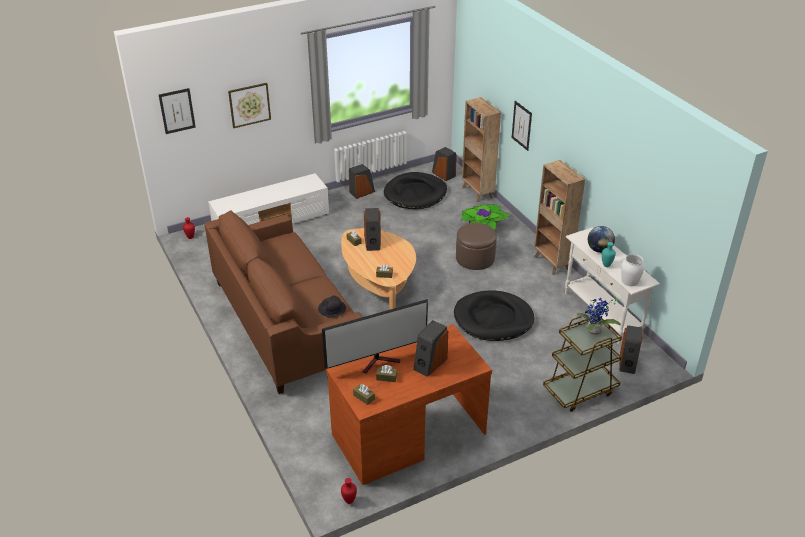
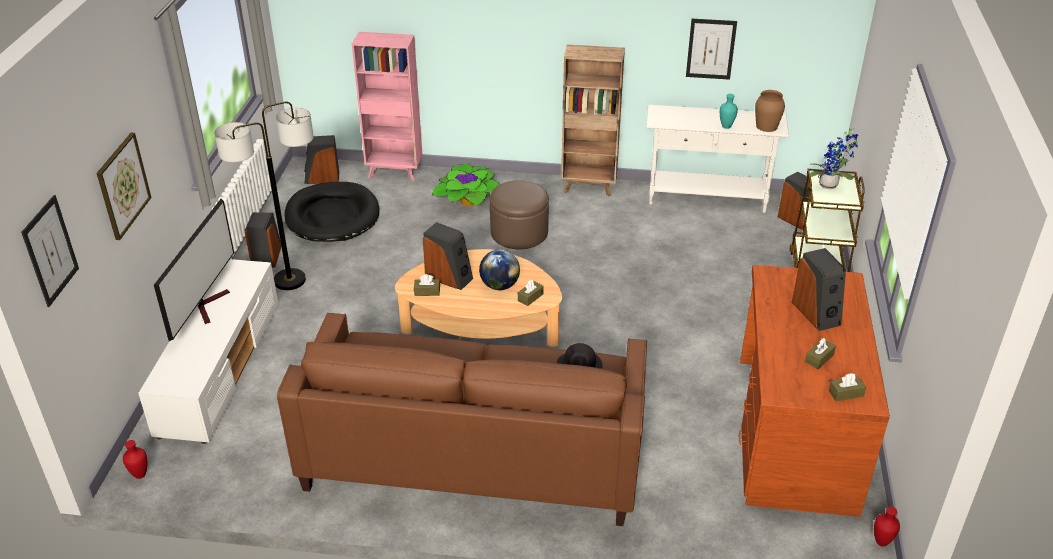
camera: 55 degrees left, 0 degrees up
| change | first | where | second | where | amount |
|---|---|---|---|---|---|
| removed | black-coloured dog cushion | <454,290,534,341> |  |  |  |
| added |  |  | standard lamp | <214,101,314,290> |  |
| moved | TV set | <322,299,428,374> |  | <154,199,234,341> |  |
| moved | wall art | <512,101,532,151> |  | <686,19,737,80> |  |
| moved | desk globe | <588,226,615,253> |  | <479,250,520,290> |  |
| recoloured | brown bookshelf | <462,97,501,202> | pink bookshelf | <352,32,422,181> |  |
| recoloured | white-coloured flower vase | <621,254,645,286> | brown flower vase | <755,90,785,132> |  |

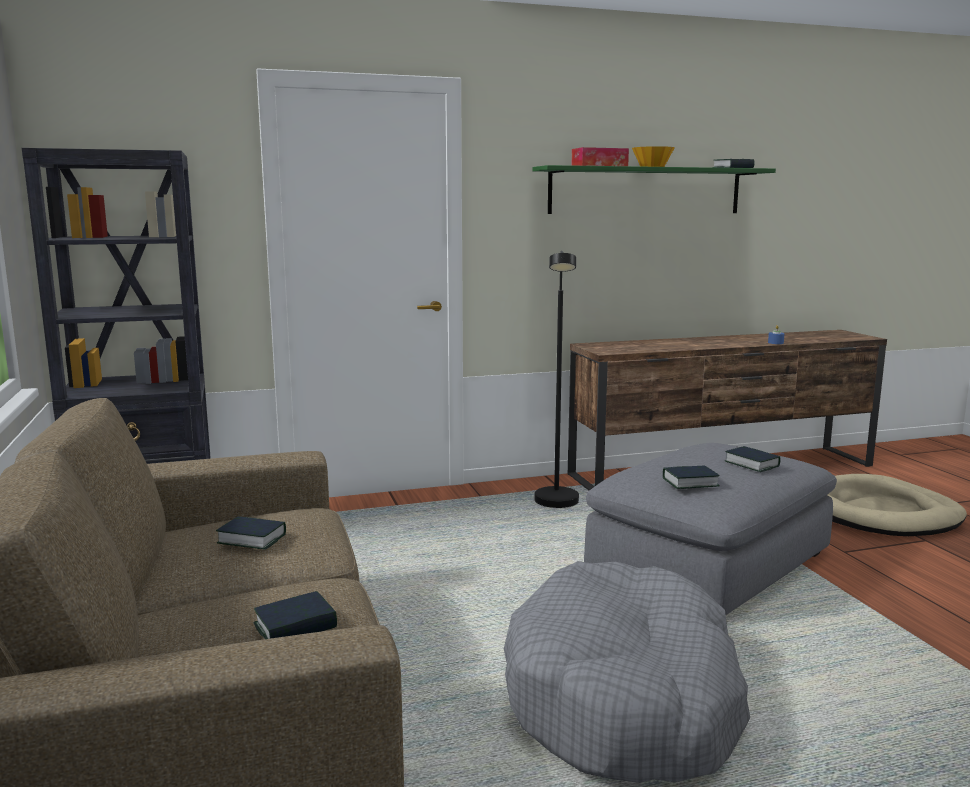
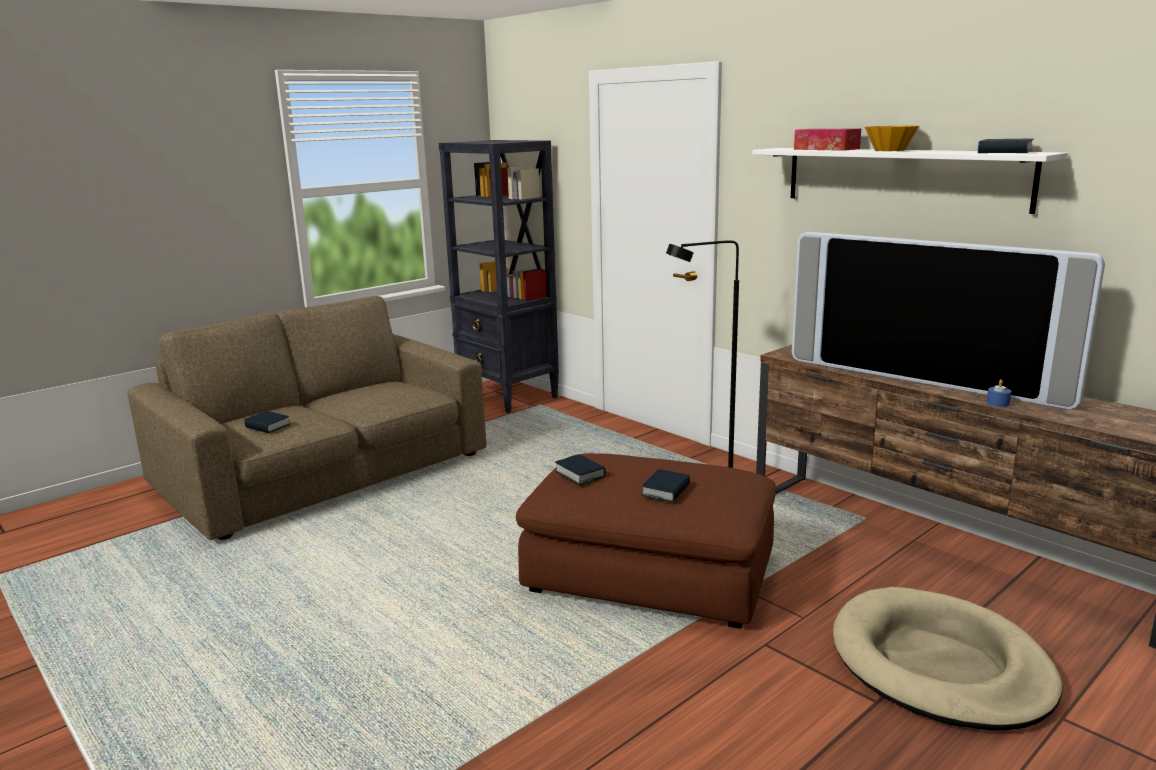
camera: 65 degrees right, 5 degrees up
| change | first | where | second | where | amount |
|---|---|---|---|---|---|
| removed | volume | <216,516,286,550> |  |  |  |
| removed | grey dog cushion | <504,561,750,783> |  |  |  |
| added |  |  | TV set | <792,232,1105,410> |  |
| recoloured | green-coloured shelf | <532,165,776,214> | white-coloured shelf | <752,148,1068,214> |  |
| recoloured | grey pouffe | <584,443,837,615> | brown pouffe | <516,453,776,629> |  |

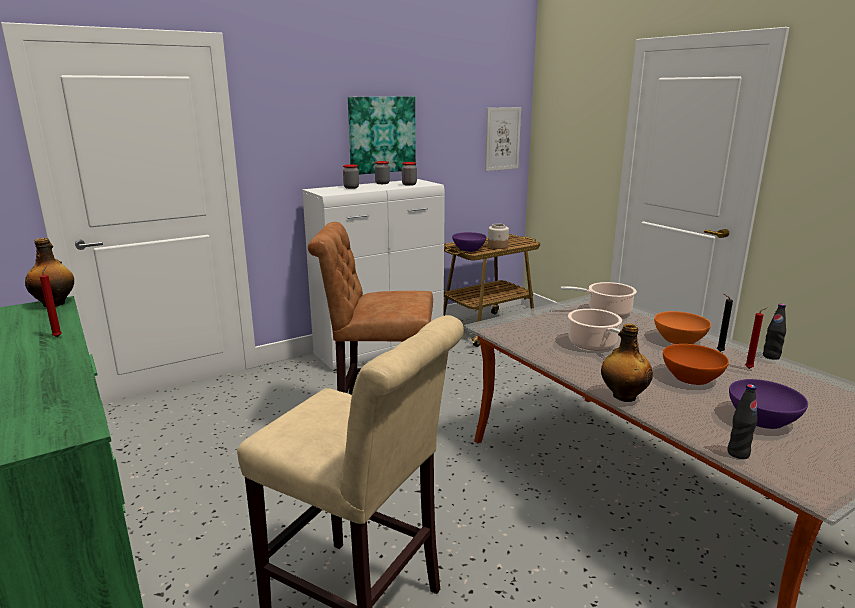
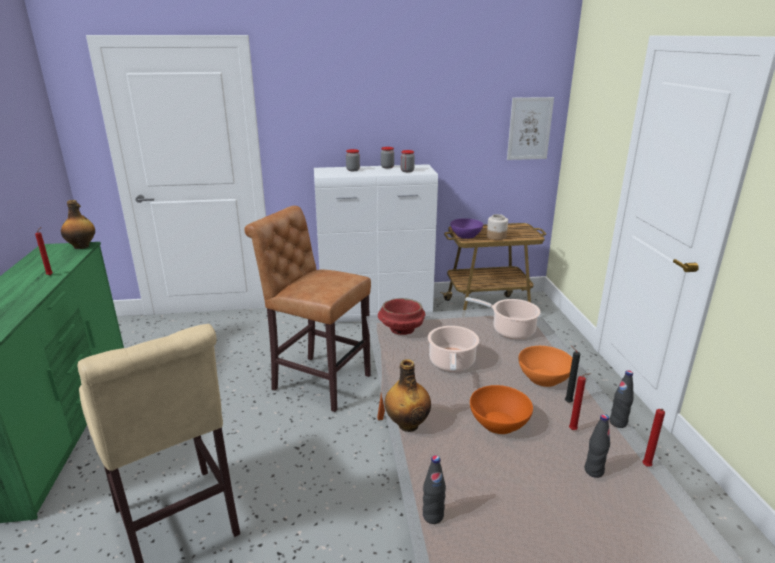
camera: 25 degrees right, 5 degrees up
| change | first | where | second | where | amount |
|---|---|---|---|---|---|
| removed | wall art | <348,96,416,175> |  |  |  |
| removed | purplish serving bowl | <729,379,808,429> |  |  |  |
| added |  |  | reddish serving bowl | <378,298,425,335> |  |
| added |  |  | black-coloured beverage bottle | <585,414,610,478> |  |
| added |  |  | reddish wax light | <642,409,665,466> |  |

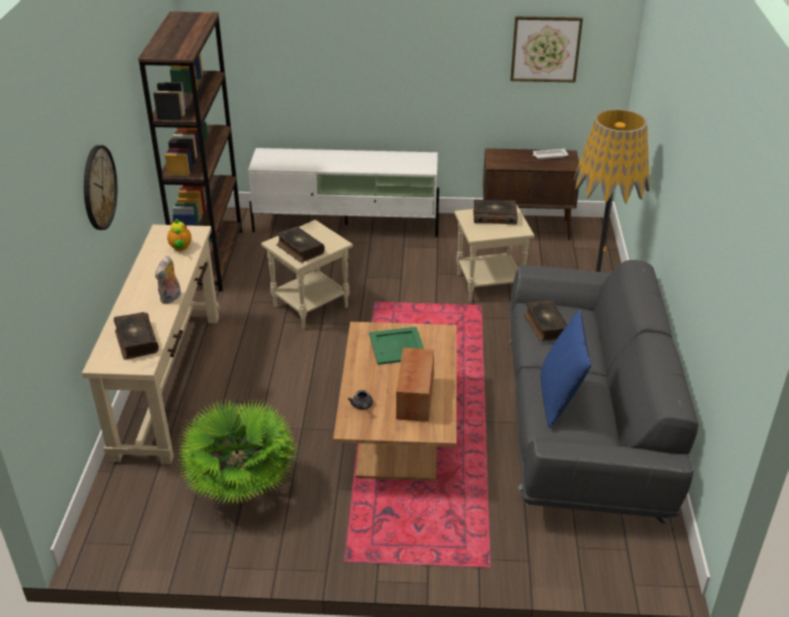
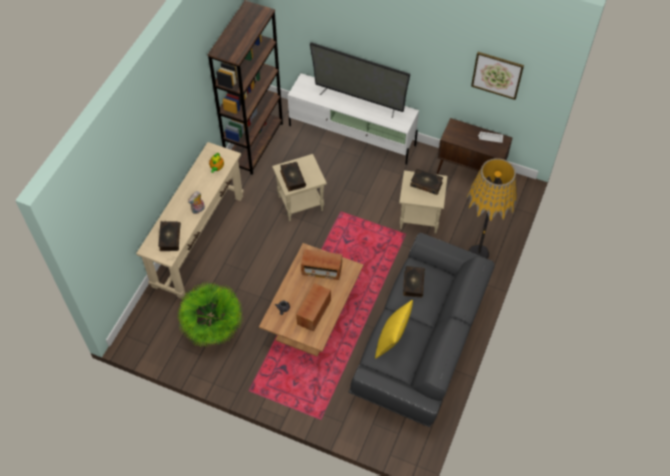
camera: 20 degrees right, 20 degrees up
| change | first | where | second | where | amount |
|---|---|---|---|---|---|
| removed | clock on the wall | <84,145,117,230> |  |  |  |
| added |  |  | TV set | <310,42,411,118> |  |
| replaced | green-coloured serving tray | <369,327,424,365> | radio | <301,249,342,280> |  |
| recoloured | blue-coloured throw pillow | <540,310,591,428> | yellow-coloured throw pillow | <375,300,413,359> |  |

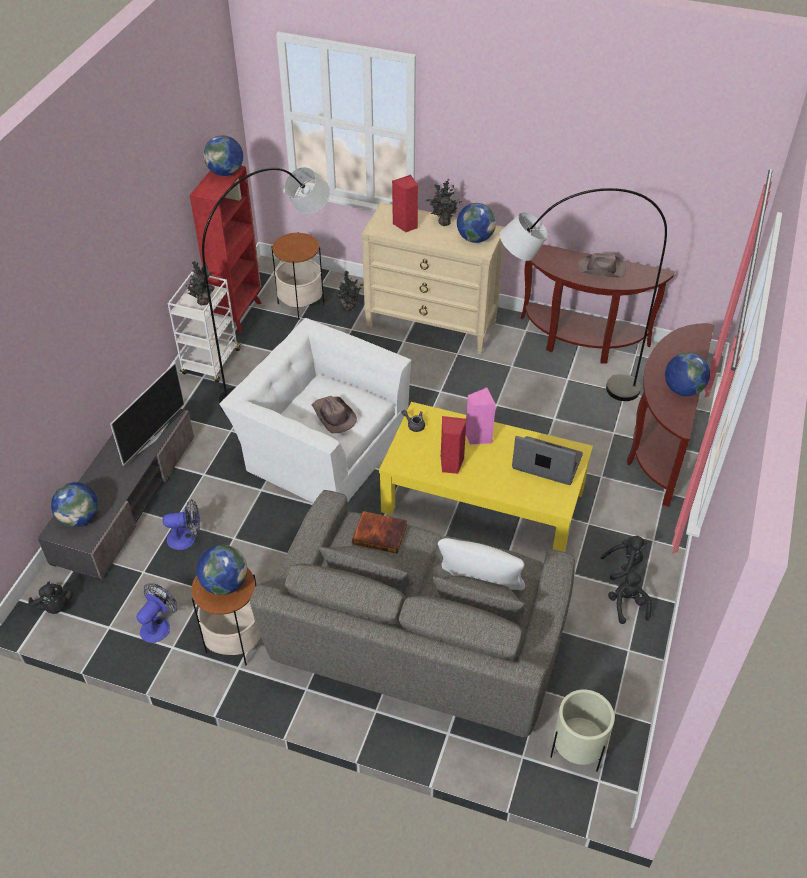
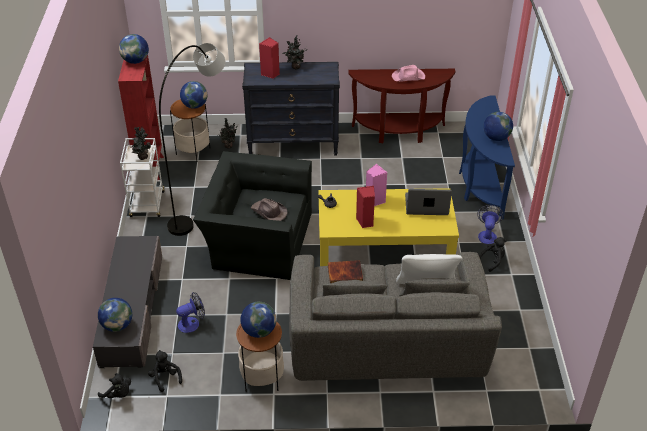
camera: 20 degrees left, 5 degrees down
| change | first | where | second | where | amount |
|---|---|---|---|---|---|
| removed | TV set | <110,362,185,466> |  |  |  |
| removed | grey standard lamp | <500,188,667,401> |  |  |  |
| removed | sand-coloured flower pot | <550,690,615,772> |  |  |  |
| moved | cooling fan | <137,583,177,643> |  | <477,205,504,244> |  |
| moved | desk globe | <457,203,496,243> |  | <180,81,207,109> |  |
| moved | black-coloured plush toy | <608,569,652,624> |  | <148,350,182,392> |  |
| recoloured | white-coloured armchair | <220,318,411,503> | black-coloured armchair | <193,151,312,280> |  |
| recoloured | sand-coloured drawer chest | <361,202,504,354> | black-coloured drawer chest | <242,62,340,156> |  |
| recoloured | brown clothing hat | <577,253,626,278> | pink clothing hat | <392,65,425,81> |  |
| recoloured | brown console table | <627,323,714,507> | blue-coloured console table | <459,95,515,219> |  |

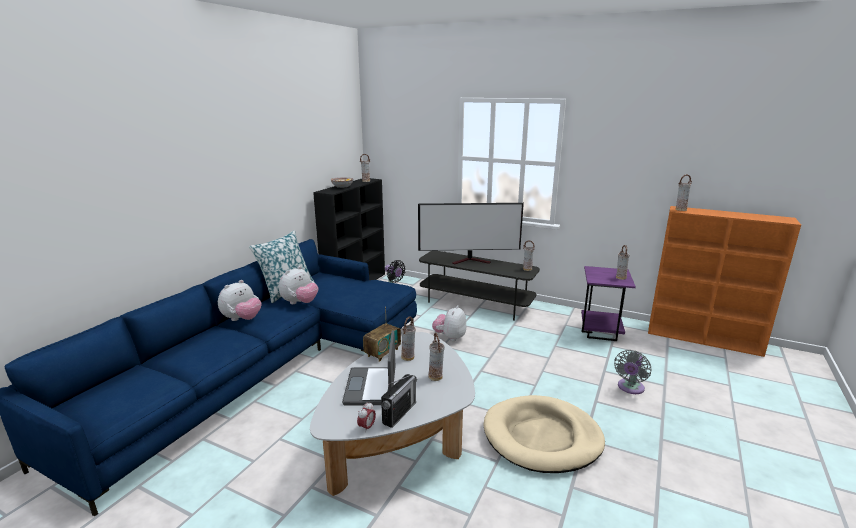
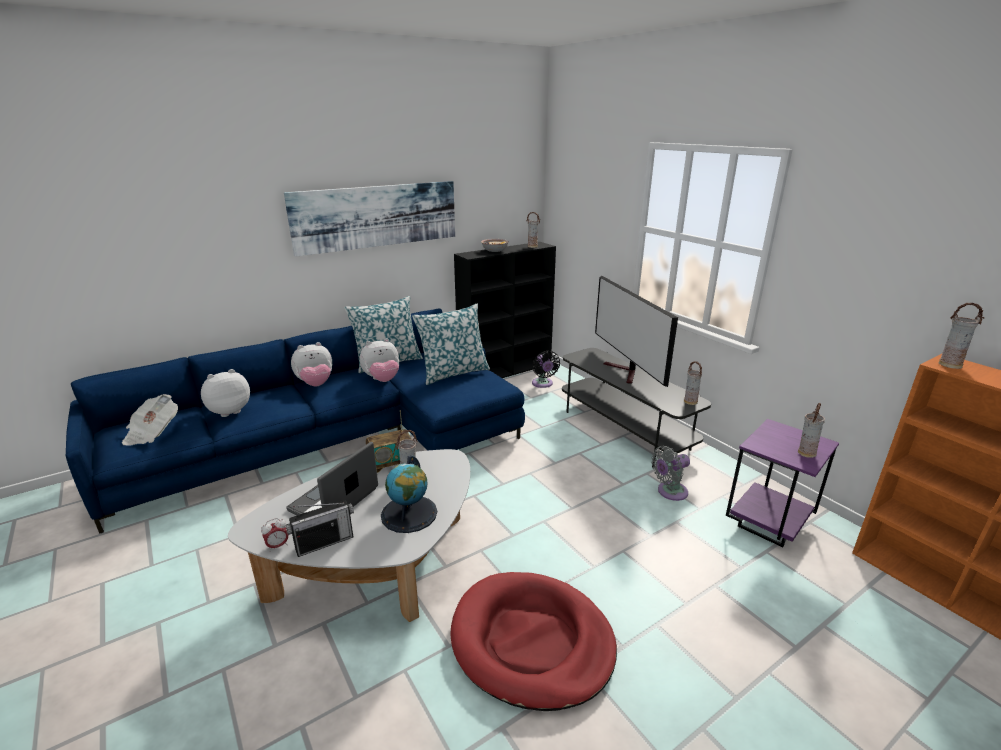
camera: 30 degrees right, 5 degrees up
| change | first | where | second | where | amount |
|---|---|---|---|---|---|
| added |  |  | daily paper | <122,394,178,446> |  |
| added |  |  | wall art | <284,181,455,257> |  |
| added |  |  | throw pillow | <412,303,490,385> |  |
| moved | plush toy | <432,305,466,341> |  | <201,369,250,417> |  |
| moved | grey cooling fan | <614,350,651,394> |  | <651,446,690,501> |  |
| replaced | flower vase | <428,333,445,381> | desk globe | <381,455,437,533> |  |
| recoloured | sand-coloured dog cushion | <483,395,605,473> | reddish dog cushion | <450,572,617,711> |  |
| turned | TV set | <418,203,524,264> |  | <595,276,678,387> | 45 degrees clockwise |

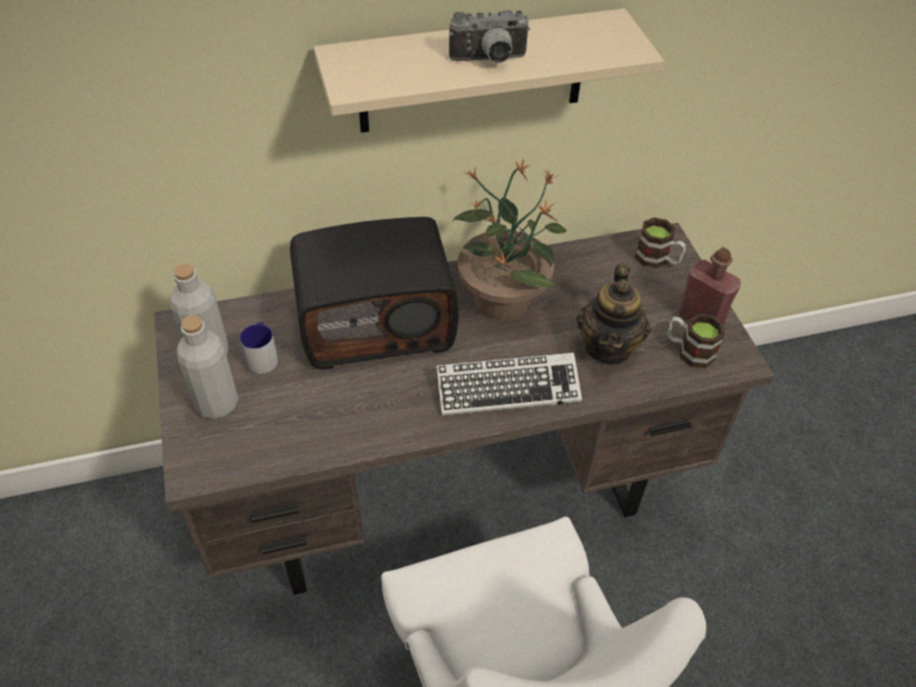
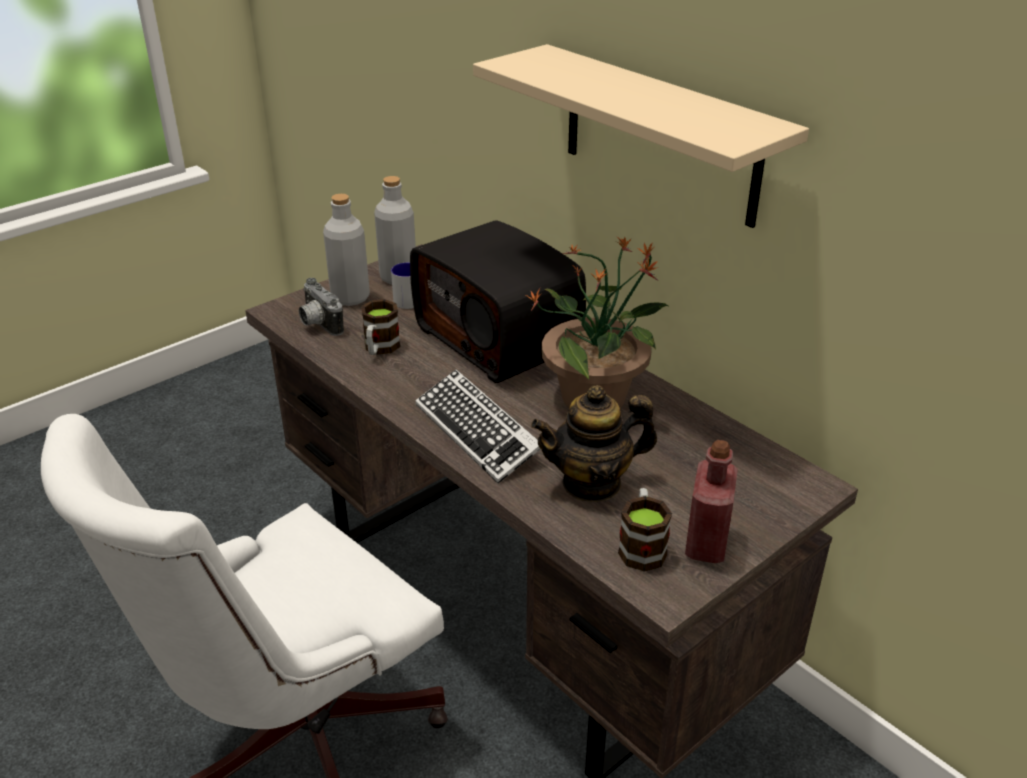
camera: 65 degrees right, 15 degrees down
| change | first | where | second | where | amount |
|---|---|---|---|---|---|
| moved | photo camera | <449,10,530,63> |  | <299,278,344,336> |  |
| moved | mug | <635,217,686,268> |  | <361,299,400,355> |  |

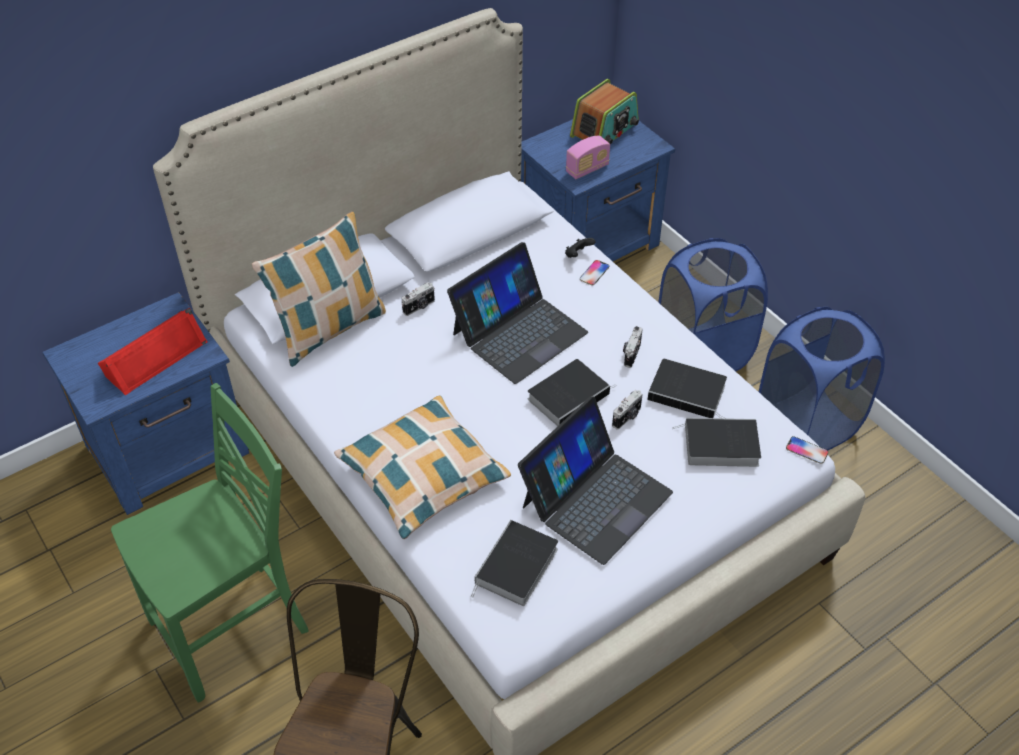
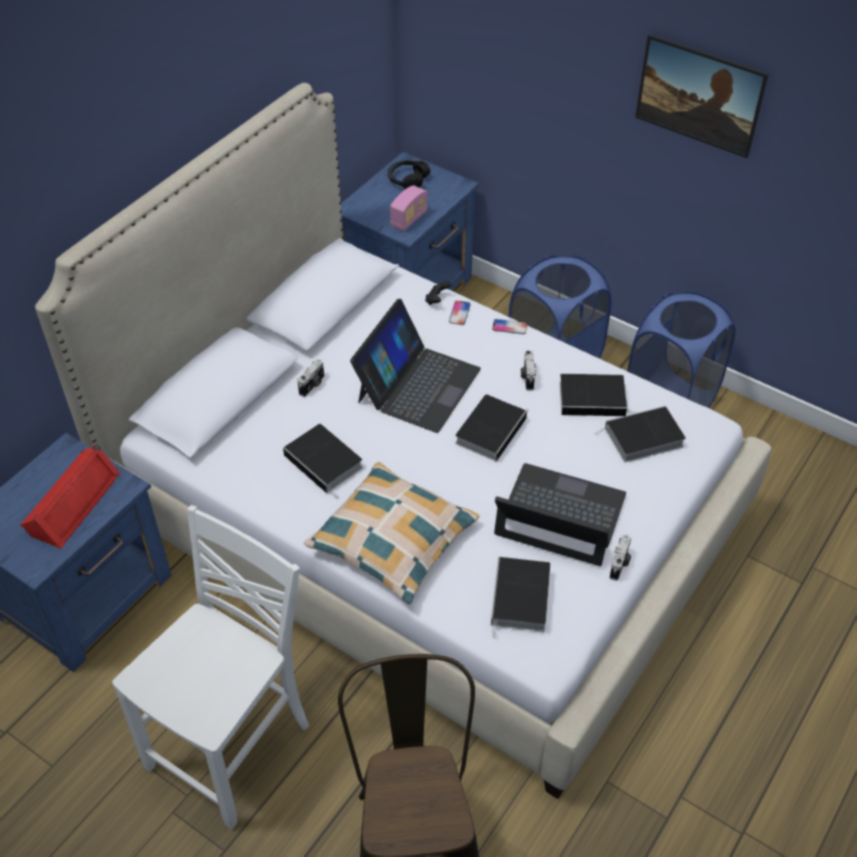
camera: 20 degrees left, 0 degrees up
| change | first | where | second | where | amount |
|---|---|---|---|---|---|
| removed | throw pillow | <252,212,386,367> |  |  |  |
| added |  |  | volume | <283,424,363,499> |  |
| added |  |  | wall art | <635,34,769,158> |  |
| moved | photo camera | <612,390,643,429> |  | <610,534,631,581> |  |
| moved | handset | <786,436,828,464> |  | <492,319,527,334> |  |
| replaced | radio | <570,79,639,144> | black-coloured headset | <388,160,431,189> |  |
| recoloured | green-coloured plain chair | <111,383,309,703> | white-coloured plain chair | <112,505,309,830> |  |
| turned | laptop | <518,396,673,565> |  | <494,463,626,566> | 90 degrees counterclockwise |

